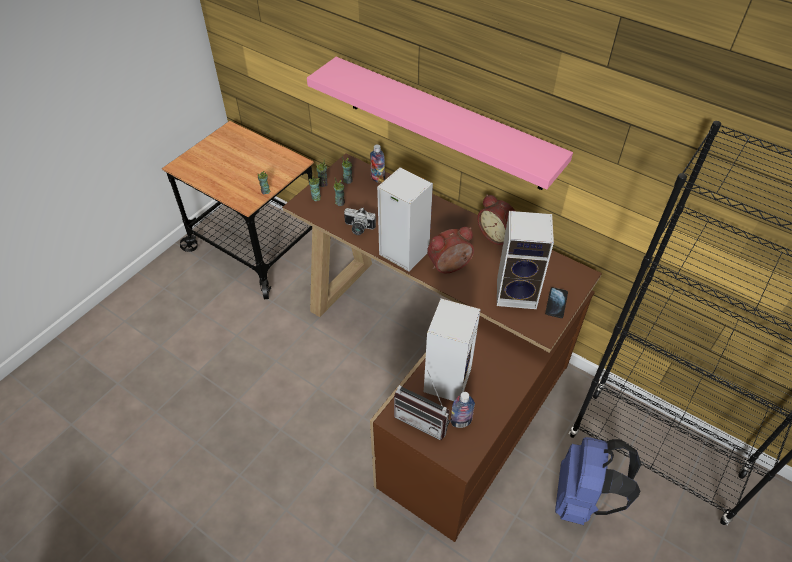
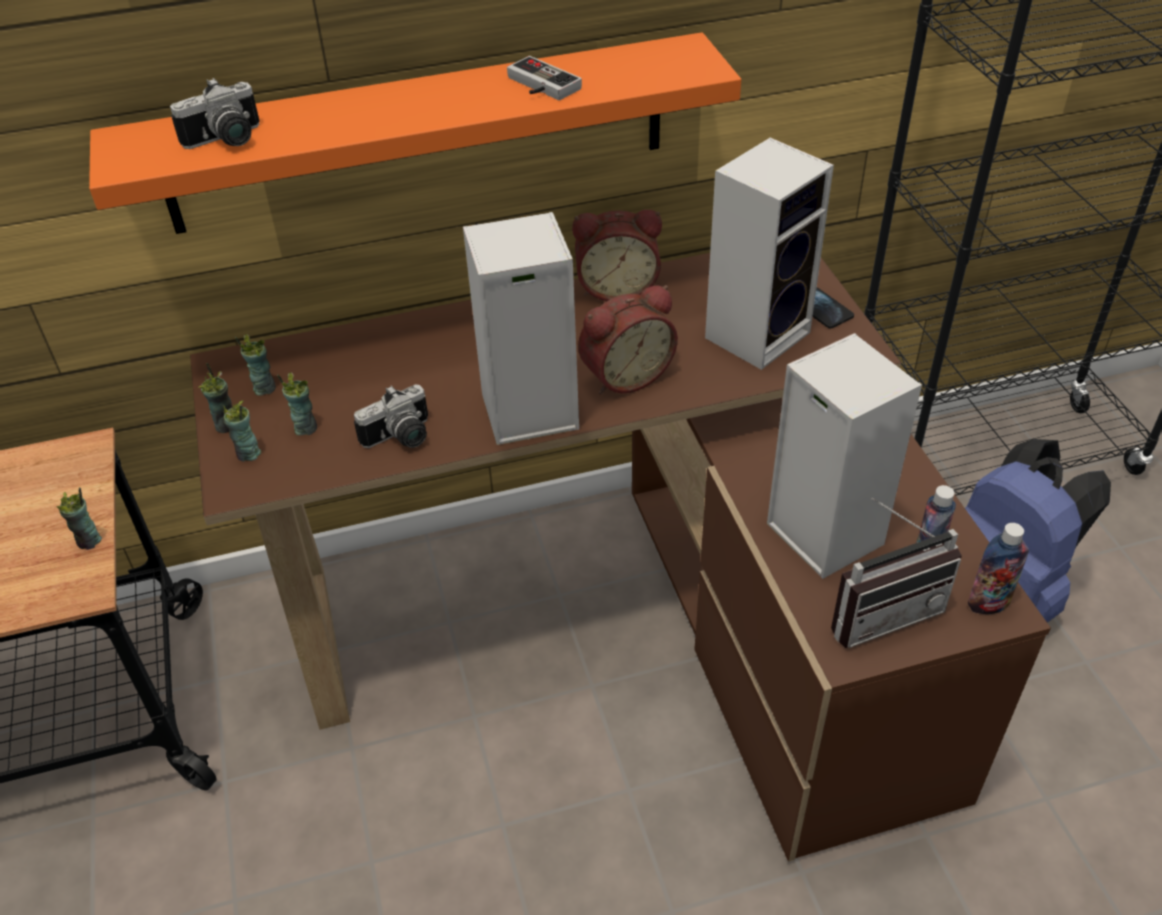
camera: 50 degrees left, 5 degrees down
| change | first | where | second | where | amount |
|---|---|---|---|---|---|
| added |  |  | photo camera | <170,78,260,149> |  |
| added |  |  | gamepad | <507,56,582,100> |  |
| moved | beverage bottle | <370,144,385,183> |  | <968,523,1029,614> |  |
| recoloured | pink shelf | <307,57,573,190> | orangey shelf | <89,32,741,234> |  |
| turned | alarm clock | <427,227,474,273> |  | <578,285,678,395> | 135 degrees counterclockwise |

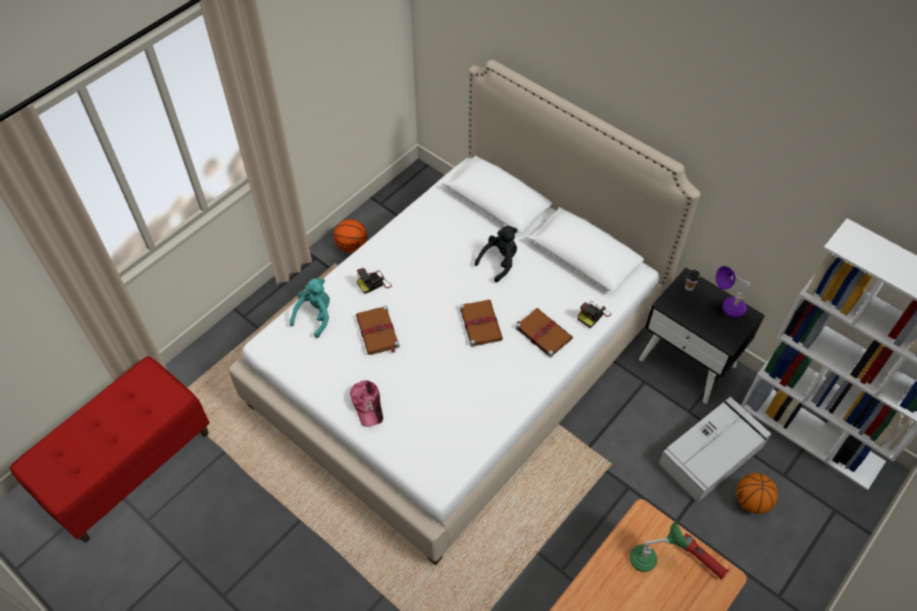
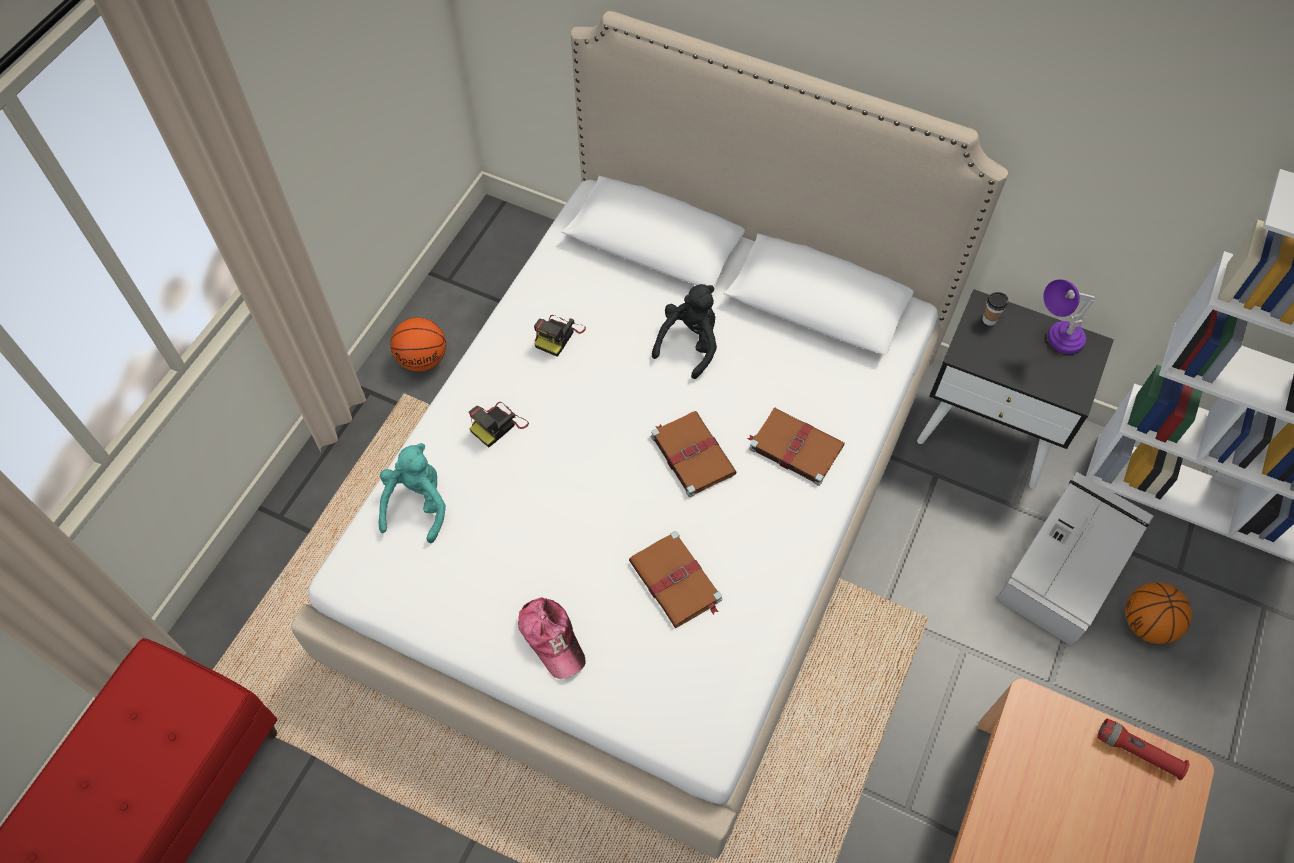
camera: 15 degrees left, 5 degrees up
| change | first | where | second | where | amount |
|---|---|---|---|---|---|
| removed | green-coloured lamp for a table | <630,521,689,572> |  |  |  |
| moved | brown volume | <356,306,400,355> |  | <629,531,722,628> |  |
| moved | photo camera | <577,301,611,328> |  | <534,315,586,357> |  |

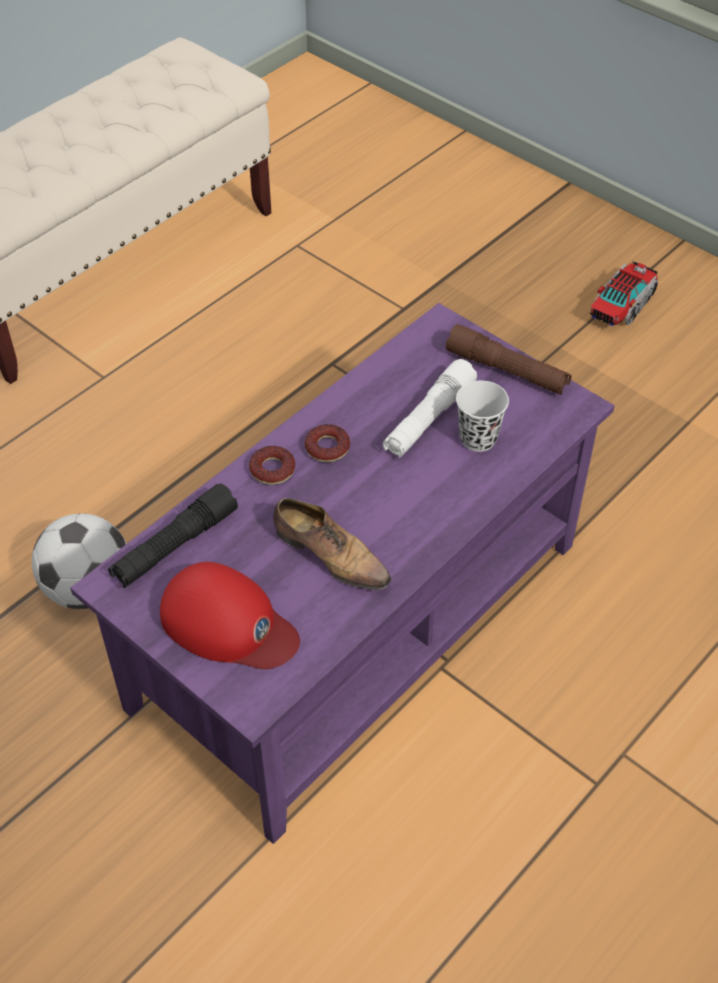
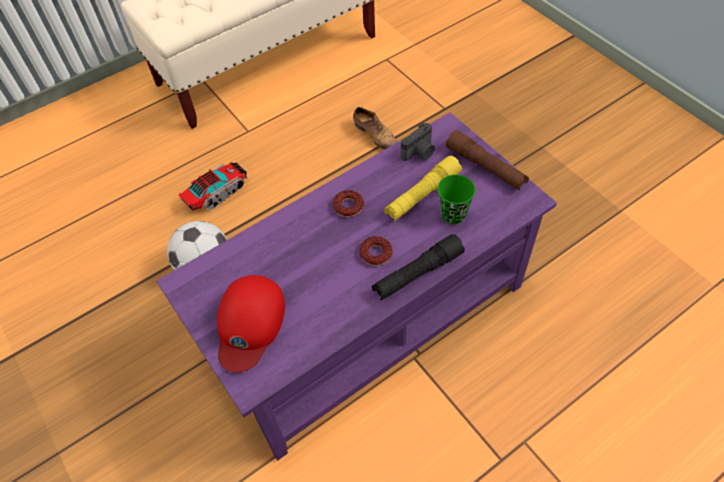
camera: 15 degrees right, 5 degrees up
| change | first | where | second | where | amount |
|---|---|---|---|---|---|
| added |  |  | photo camera | <401,123,435,161> |  |
| moved | black-coloured flashlight | <108,483,238,588> |  | <372,234,465,300> |  |
| moved | donut | <249,446,295,485> |  | <359,236,393,266> |  |
| moved | item of footwear | <273,498,392,590> |  | <353,107,398,150> |  |
| moved | toy truck | <590,262,658,326> |  | <179,163,247,210> |  |
| recoloured | white-coloured flashlight | <383,359,477,458> | yellow-coloured flashlight | <384,156,462,221> |  |
| recoloured | white-coloured small cup | <456,380,509,452> | green-coloured small cup | <438,175,475,224> |  |
| turned | reddish baseball cap | <160,562,300,669> |  | <217,275,285,372> | 60 degrees clockwise |

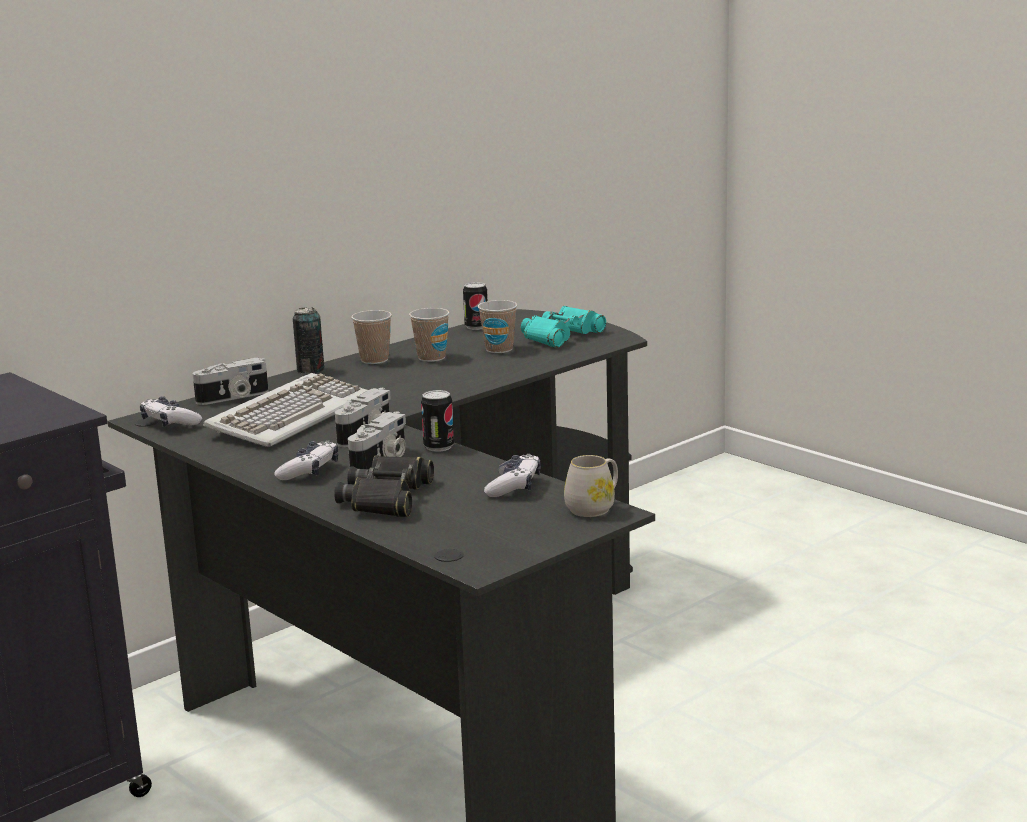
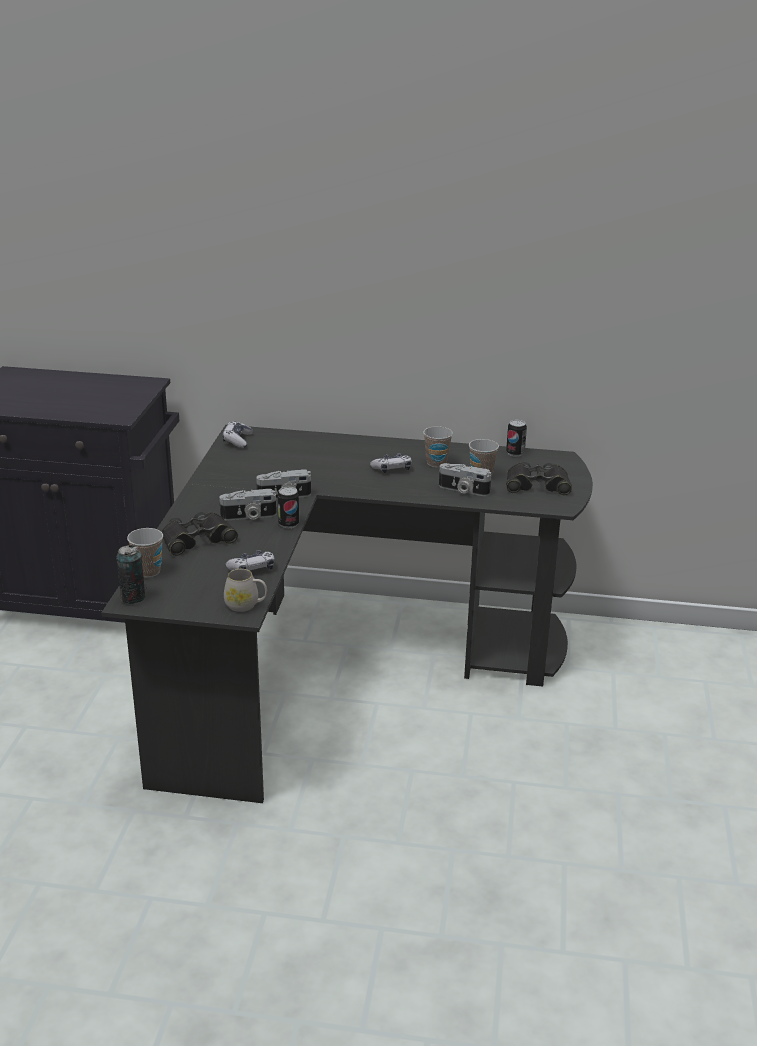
camera: 50 degrees right, 10 degrees up
| change | first | where | second | where | amount |
|---|---|---|---|---|---|
| removed | PC keyboard | <203,373,368,447> |  |  |  |
| moved | photo camera | <193,358,268,405> |  | <439,463,491,496> |  |
| moved | gamepad | <274,440,338,480> |  | <370,453,412,473> |  |
| moved | can | <293,308,324,374> |  | <116,545,145,604> |  |
| moved | small cup | <351,310,392,364> |  | <127,528,163,578> |  |
| recoloured | turquoise-coloured pair of binoculars | <521,306,606,348> | black-coloured pair of binoculars | <506,462,572,495> |  |

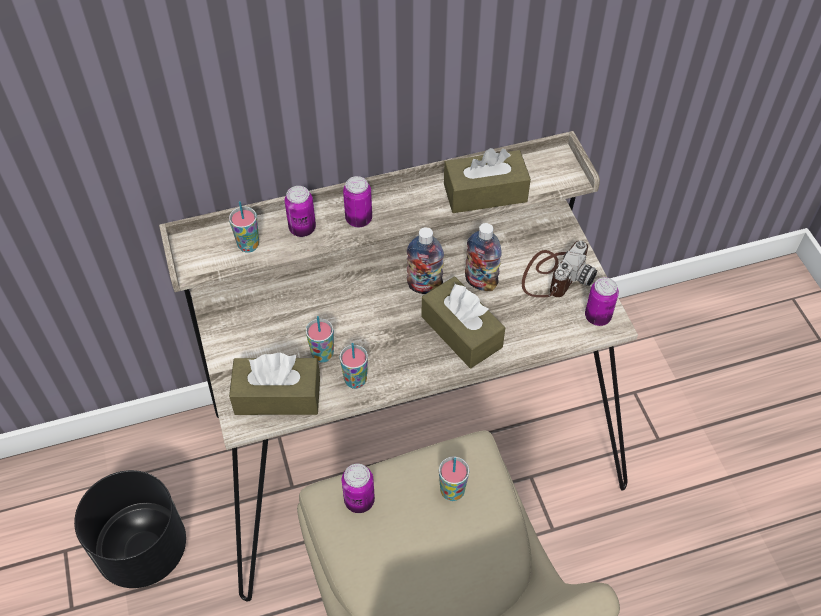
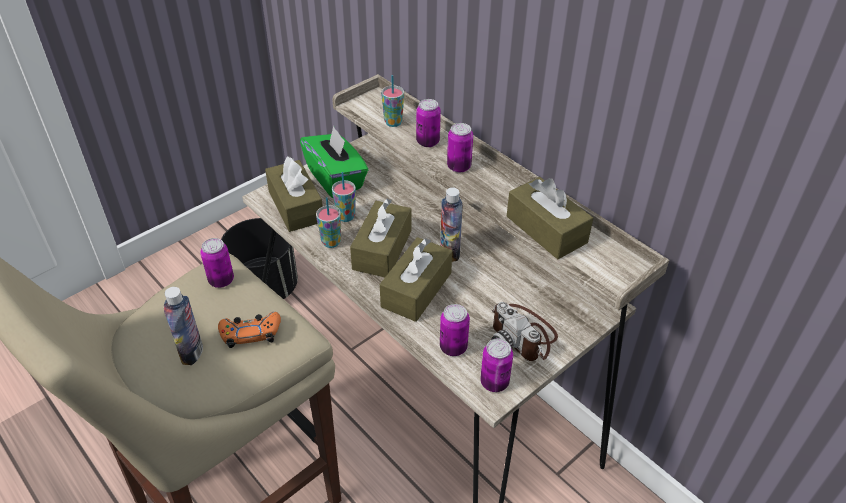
camera: 65 degrees right, 10 degrees down
| change | first | where | second | where | amount |
|---|---|---|---|---|---|
| added |  |  | green-coloured tissue holder | <300,126,368,198> |  |
| added |  |  | brown tissue holder | <350,199,411,277> |  |
| added |  |  | can | <440,304,470,356> |  |
| moved | beverage bottle | <465,223,502,291> |  | <164,287,203,365> |  |
| replaced | small cup | <439,456,469,501> | orangey gamepad | <218,312,281,348> |  |
| turned | photo camera | <522,241,597,297> |  | <491,302,558,361> | 45 degrees clockwise |

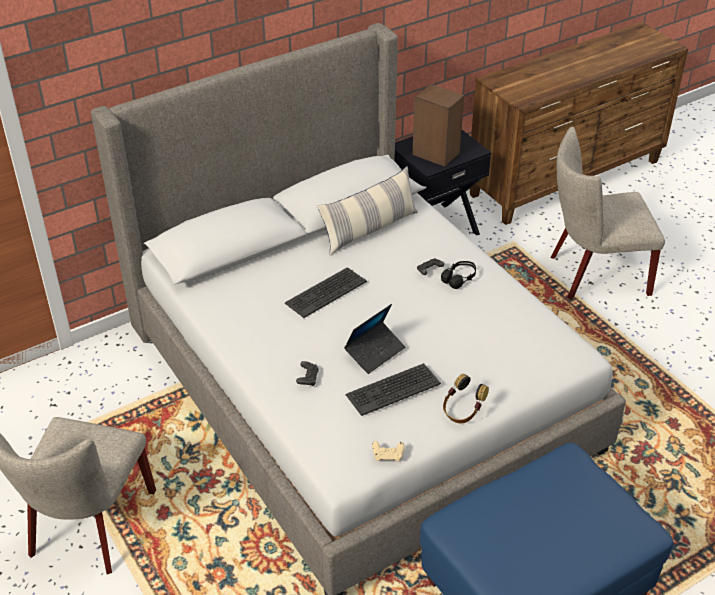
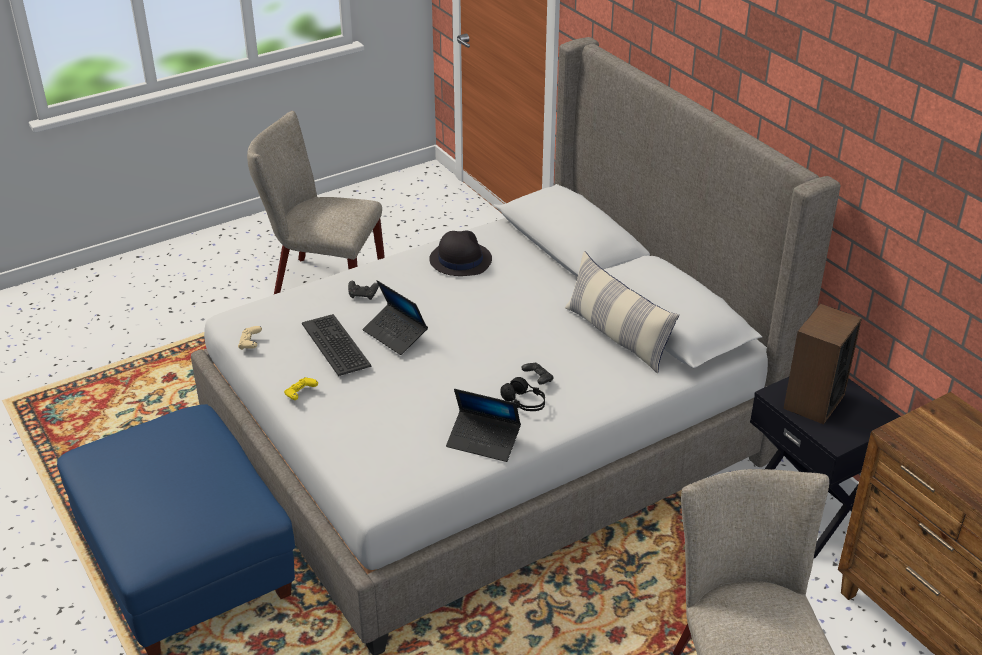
camera: 90 degrees right, 5 degrees down
| change | first | where | second | where | amount |
|---|---|---|---|---|---|
| removed | PC keyboard | <285,267,367,318> |  |  |  |
| added |  |  | black-coloured clothing hat | <429,231,492,276> |  |
| added |  |  | laptop | <446,389,521,462> |  |
| replaced | headset | <443,374,489,423> | yellow-coloured gamepad | <284,377,318,400> |  |

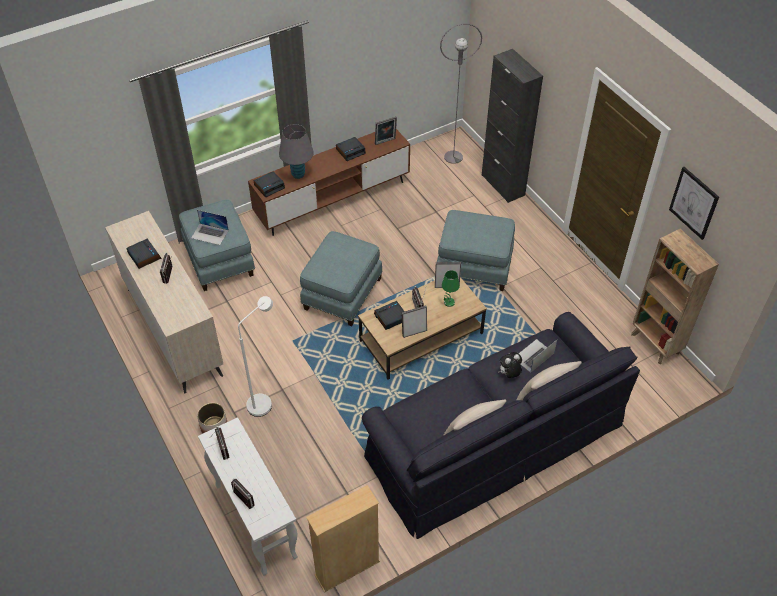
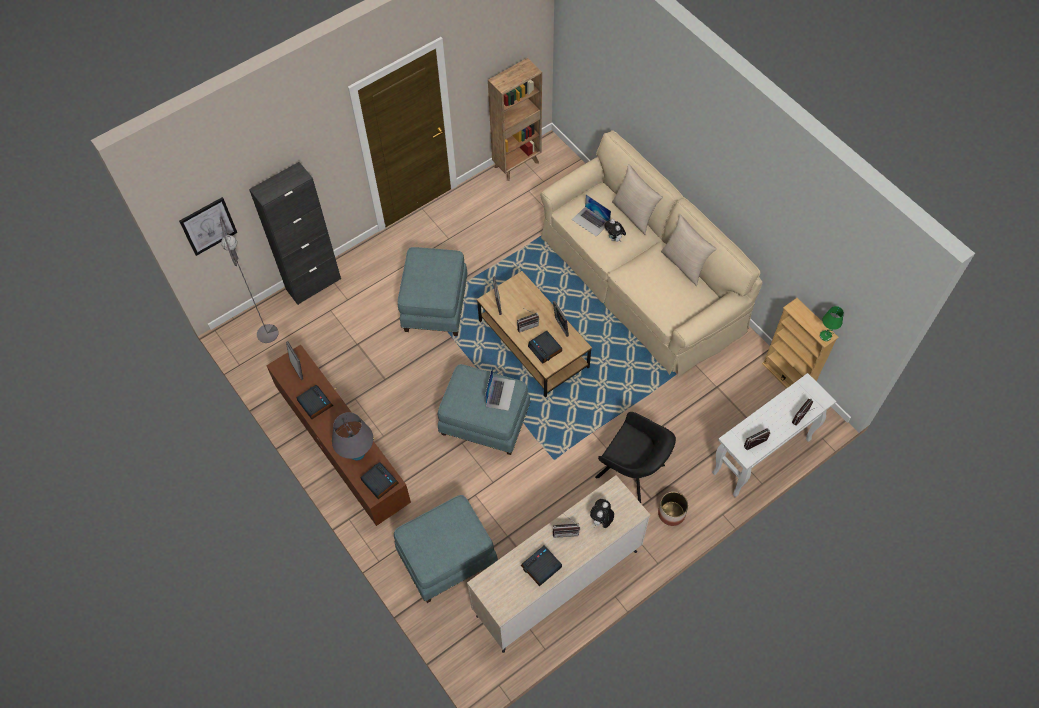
camera: 95 degrees left, 10 degrees up
| change | first | where | second | where | amount |
|---|---|---|---|---|---|
| added |  |  | plush toy | <590,499,614,528> |  |
| moved | laptop | <191,210,229,245> |  | <485,368,515,411> |  |
| moved | green-coloured lamp for a table | <442,270,460,307> |  | <820,306,844,341> |  |
| moved | wall art | <669,167,719,240> |  | <179,197,237,256> |  |
| replaced | white-coloured standard lamp | <238,296,273,417> | black-coloured armchair | <595,412,676,503> |  |
| recoloured | black-coloured couch | <362,312,640,539> | sand-coloured couch | <540,130,762,377> |  |

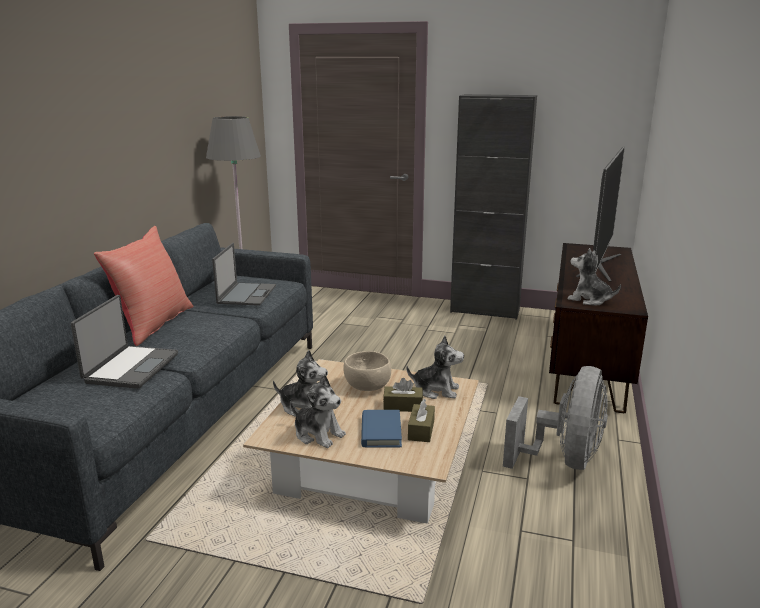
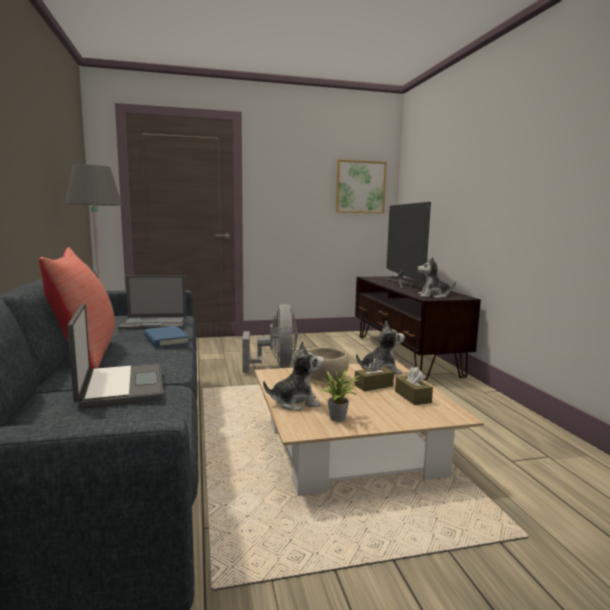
camera: 30 degrees left, 10 degrees down
| change | first | where | second | where | amount |
|---|---|---|---|---|---|
| removed | black-coloured cabinet | <450,94,537,320> |  |  |  |
| added |  |  | wall art | <336,159,387,214> |  |
| moved | blue-coloured volume | <361,410,402,448> |  | <144,326,190,348> |  |
| moved | grey cooling fan | <503,366,608,470> |  | <242,304,298,373> |  |
| replaced | plush toy | <290,375,346,448> | houseplant | <319,370,361,422> |  |
| turned | laptop | <212,243,276,306> |  | <118,275,187,329> | 105 degrees clockwise |

